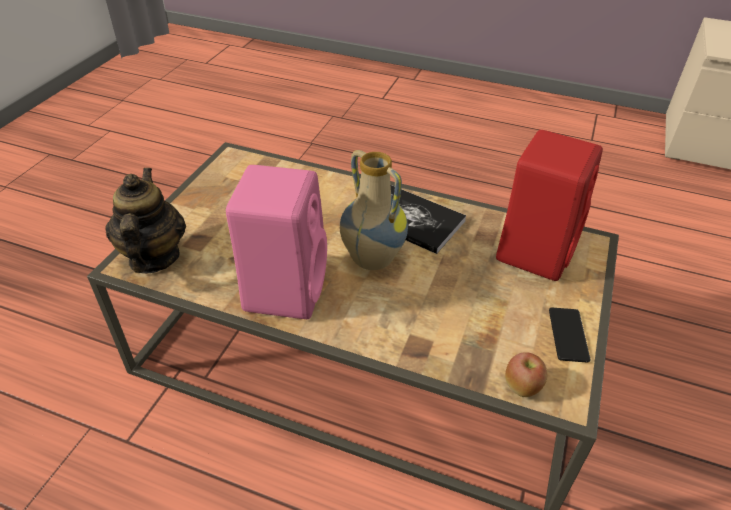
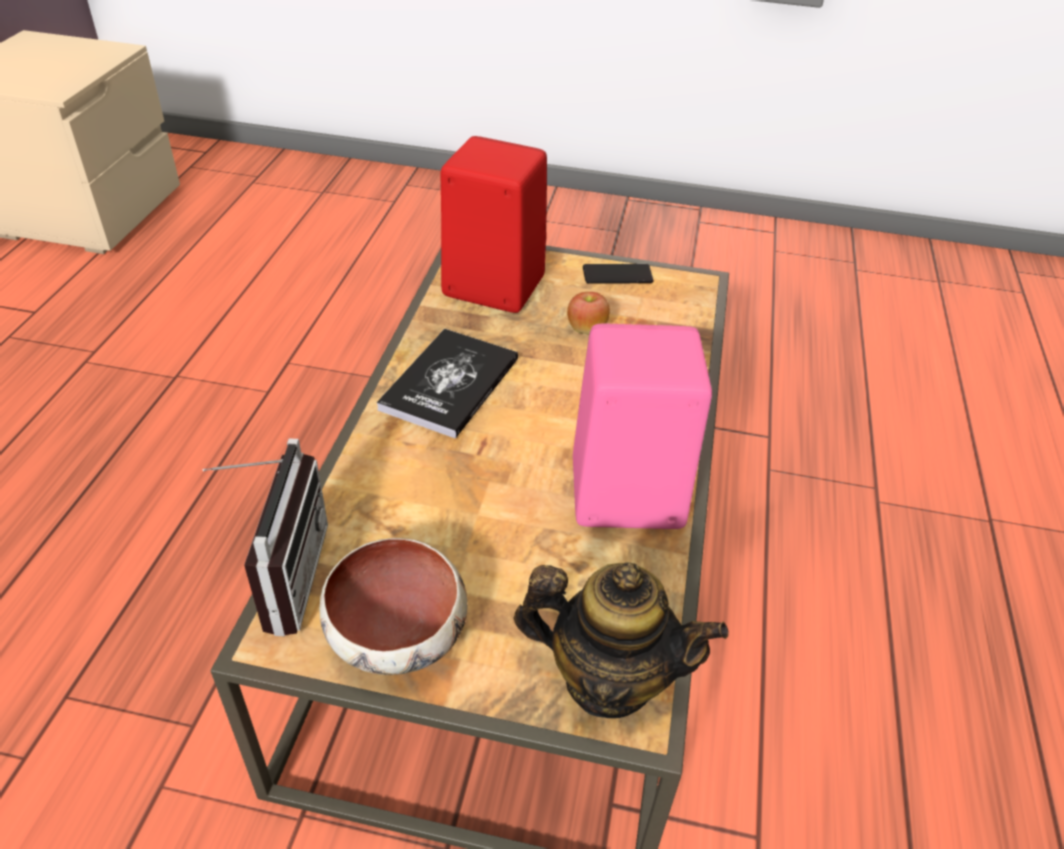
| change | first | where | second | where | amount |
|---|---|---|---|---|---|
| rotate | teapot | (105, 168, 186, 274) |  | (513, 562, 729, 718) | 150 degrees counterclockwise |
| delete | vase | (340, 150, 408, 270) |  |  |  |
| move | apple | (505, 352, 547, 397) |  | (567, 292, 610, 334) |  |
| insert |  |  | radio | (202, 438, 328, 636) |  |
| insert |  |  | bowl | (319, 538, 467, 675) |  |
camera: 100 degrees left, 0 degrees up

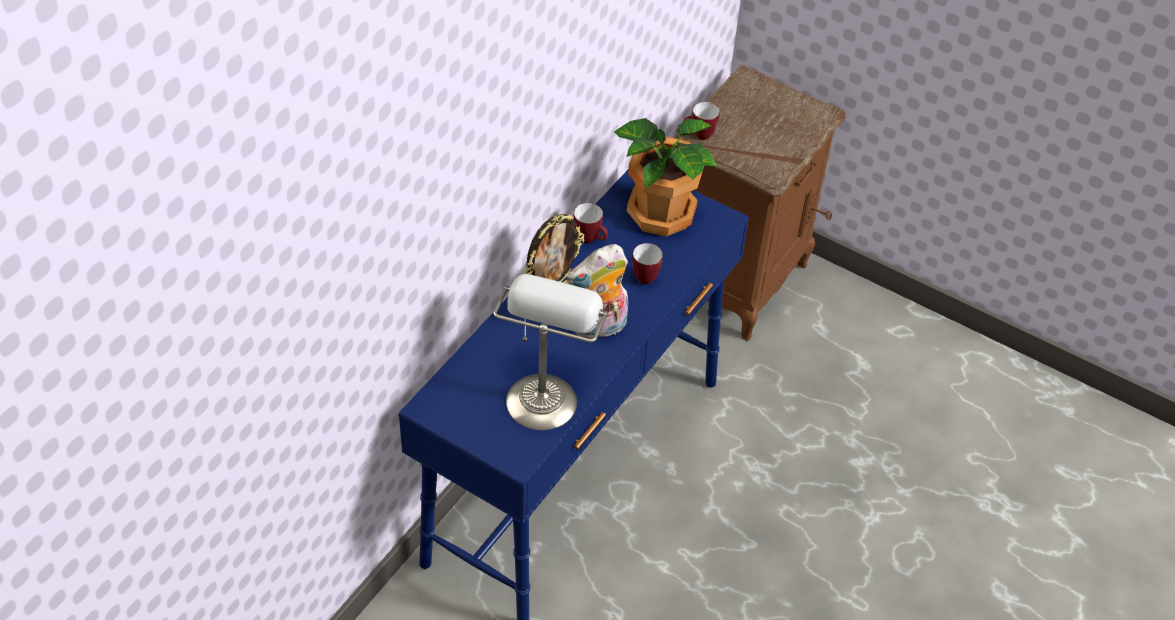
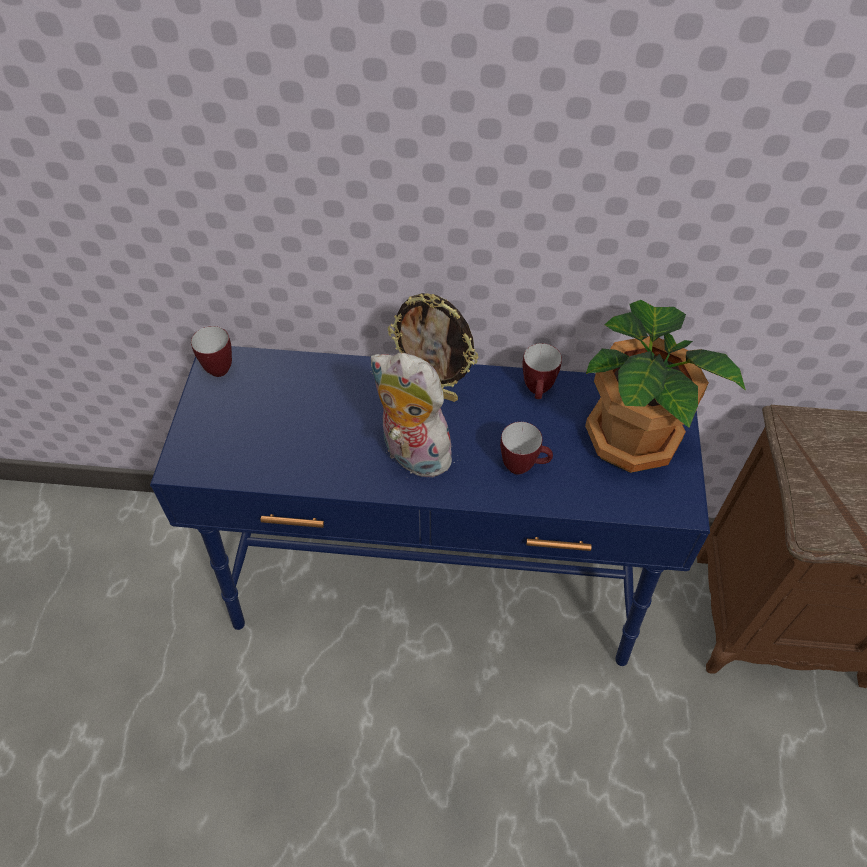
| change | first | where | second | where | amount |
|---|---|---|---|---|---|
| delete | white table lamp | (493, 274, 608, 430) |  |  |  |
| move | mug | (683, 102, 720, 140) |  | (191, 326, 232, 377) |  |
camera: 65 degrees right, 5 degrees up

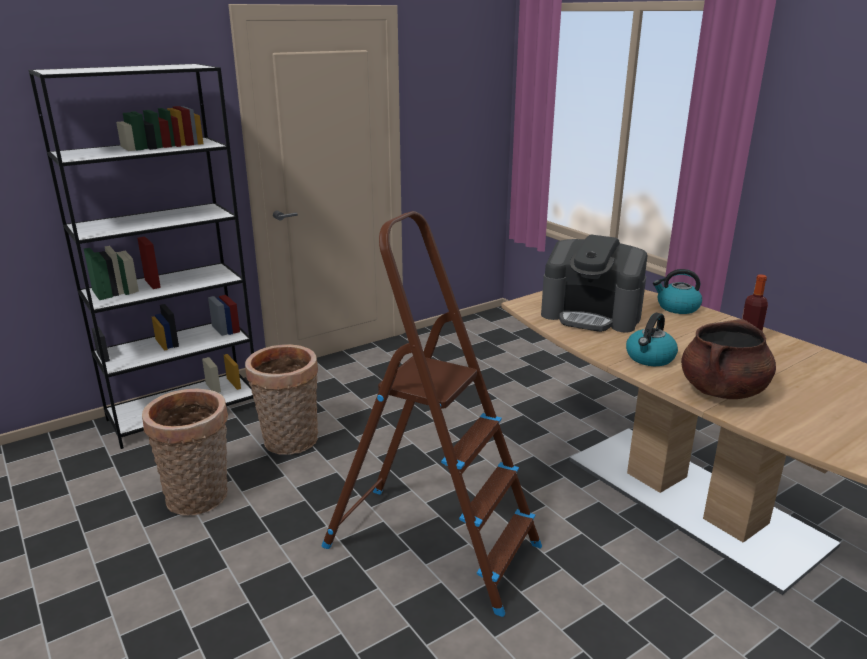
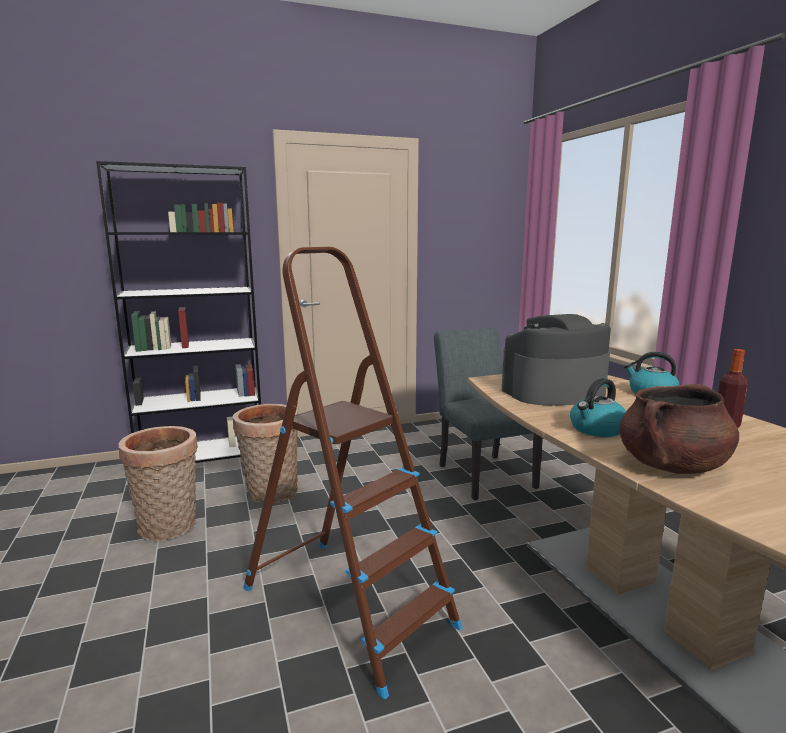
| change | first | where | second | where | amount |
|---|---|---|---|---|---|
| rotate | coffee machine | (541, 235, 648, 333) |  | (502, 314, 611, 406) | 120 degrees clockwise |
| insert |  |  | grey chair | (434, 327, 543, 500) |  |
camera: 15 degrees right, 10 degrees down

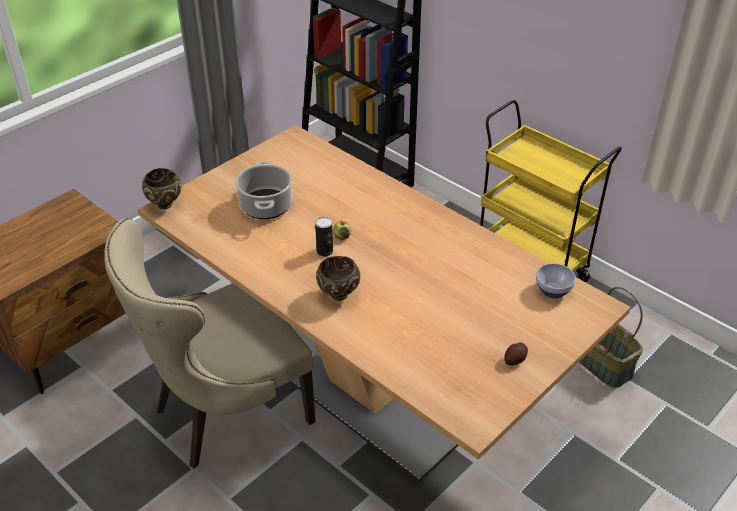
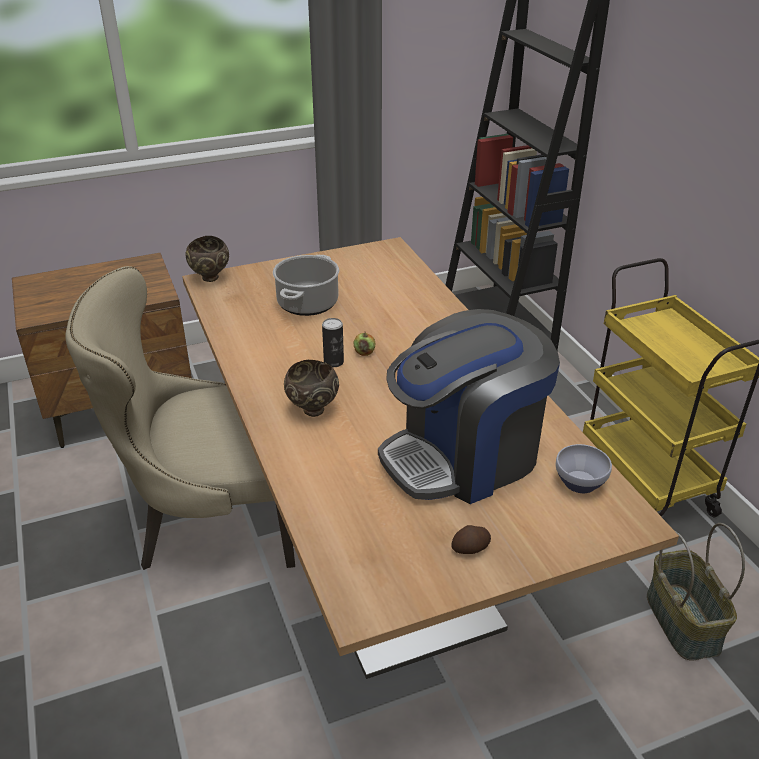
| change | first | where | second | where | amount |
|---|---|---|---|---|---|
| insert |  |  | coffee machine | (378, 309, 560, 504) |  |
camera: 25 degrees right, 5 degrees down

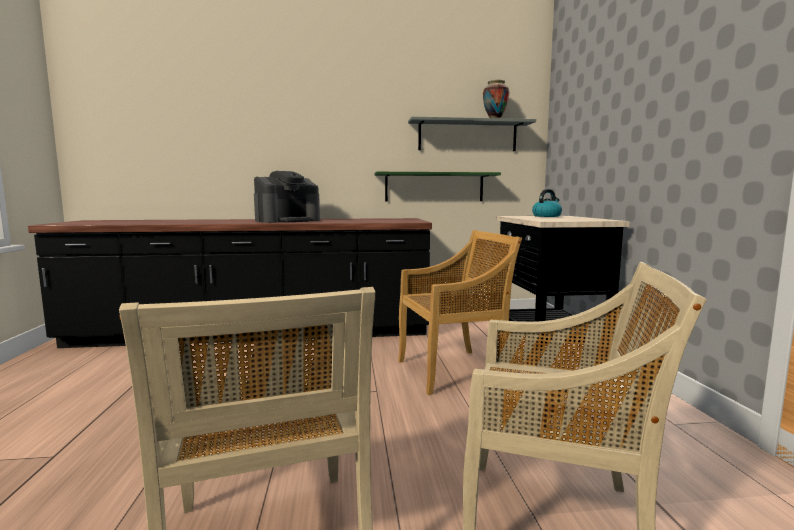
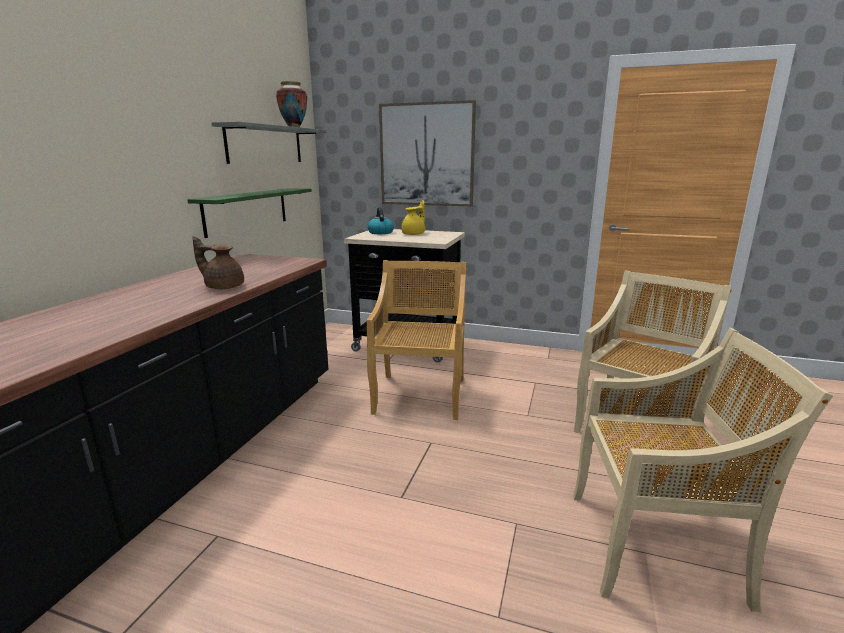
| change | first | where | second | where | amount |
|---|---|---|---|---|---|
| delete | coffee machine | (254, 171, 320, 223) |  |  |  |
| insert |  |  | brown teapot | (192, 236, 244, 289) |  |
| insert |  |  | picture | (379, 100, 476, 206) |  |
| insert |  |  | yellow teapot | (401, 200, 425, 235) |  |
camera: 65 degrees left, 10 degrees up

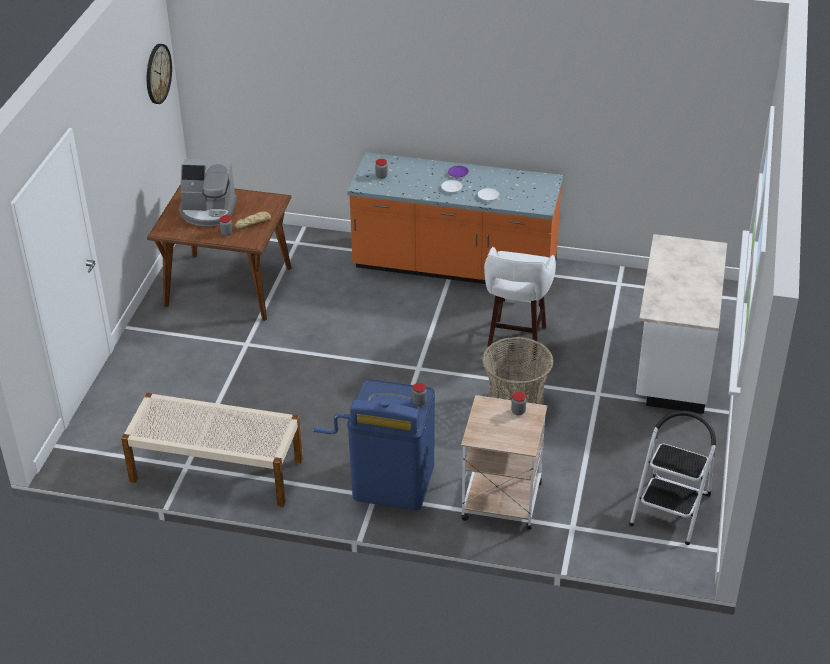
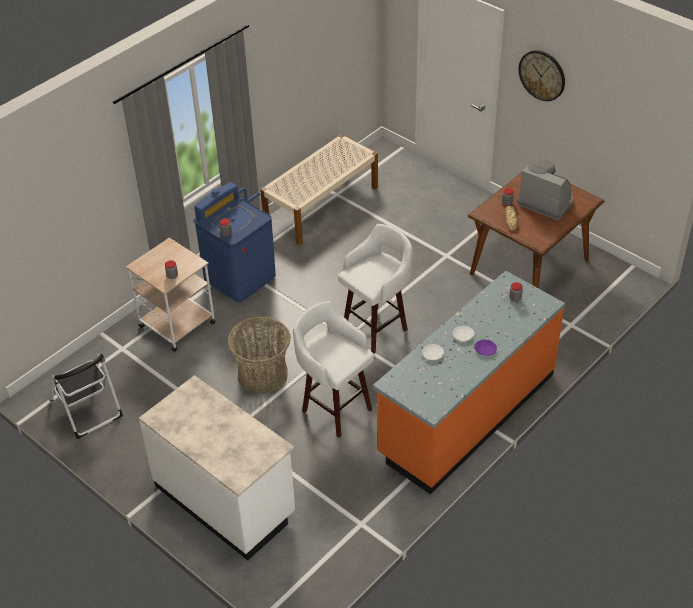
| change | first | where | second | where | amount |
|---|---|---|---|---|---|
| move | wall clock | (147, 44, 172, 104) |  | (519, 50, 565, 101) |  |
| rotate | coffee machine | (179, 159, 237, 226) |  | (518, 159, 573, 220) | 90 degrees clockwise |
| insert |  |  | white stool | (338, 224, 413, 354) |  |
camera: 120 degrees right, 5 degrees up

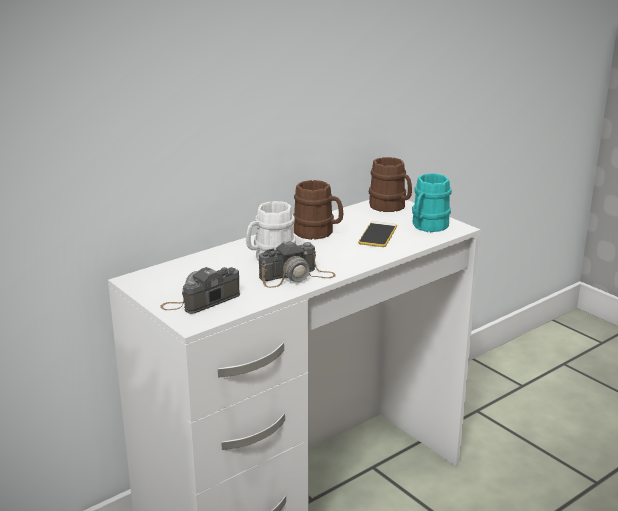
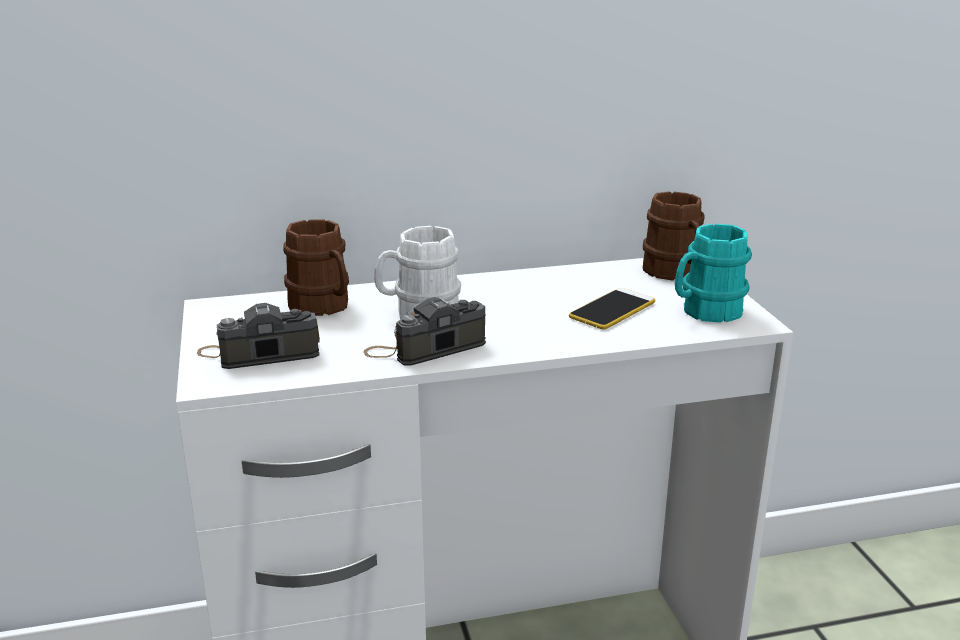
| change | first | where | second | where | amount |
|---|---|---|---|---|---|
| rotate | photo camera | (259, 240, 336, 288) |  | (363, 297, 486, 366) | 150 degrees clockwise |
| move | brown mug | (293, 180, 343, 240) |  | (283, 219, 349, 316) |  |
camera: 25 degrees right, 0 degrees up

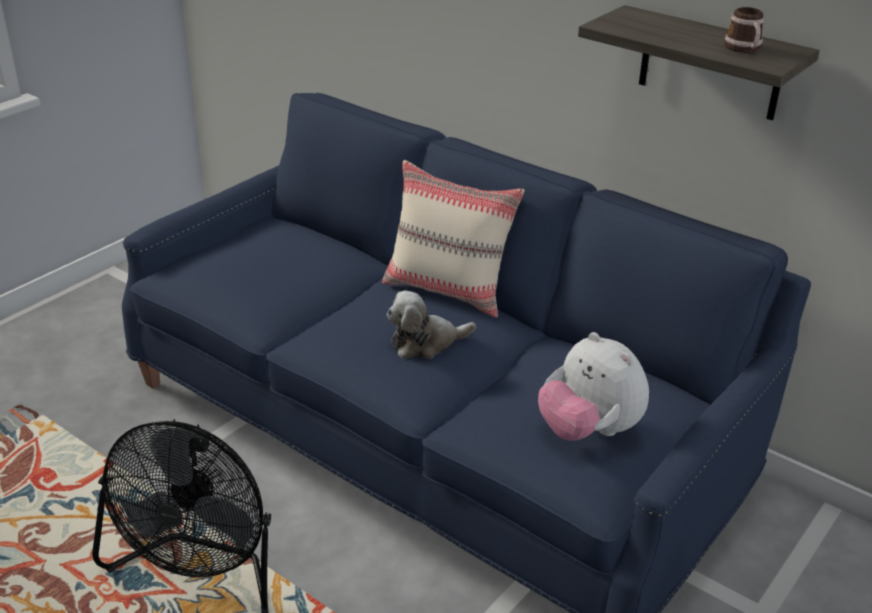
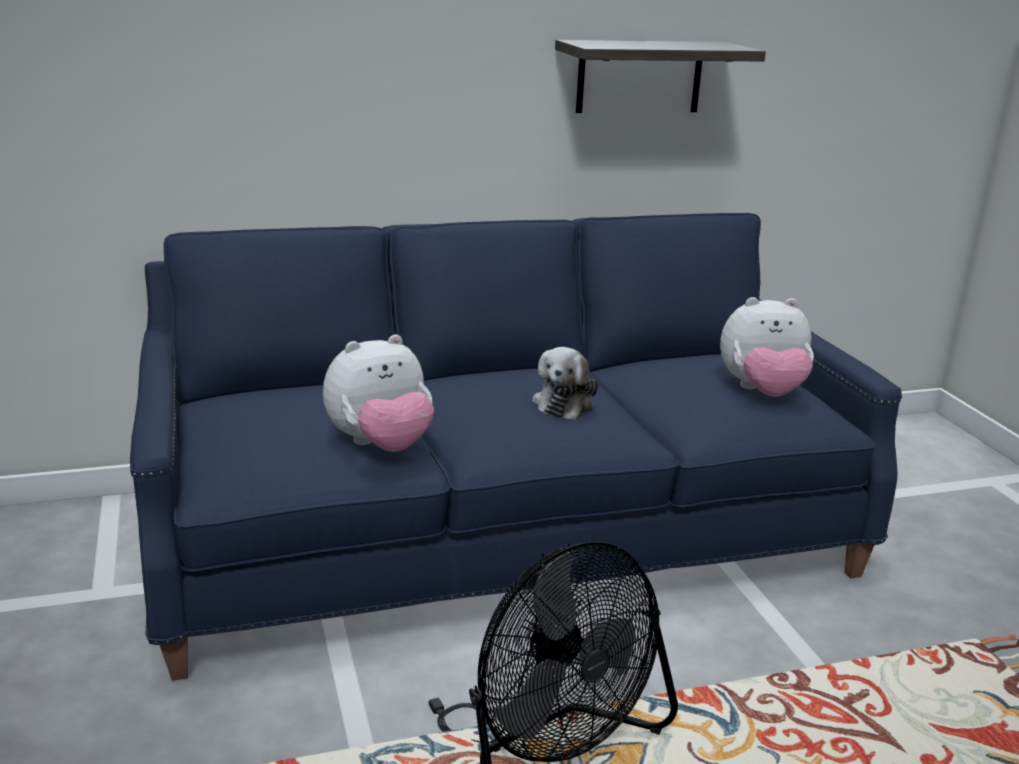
| change | first | where | second | where | amount |
|---|---|---|---|---|---|
| delete | beige pillow | (382, 160, 525, 318) |  |  |  |
| delete | mug | (724, 7, 764, 53) |  |  |  |
| insert |  |  | plush toy | (323, 335, 434, 452) |  |
camera: 55 degrees left, 10 degrees down

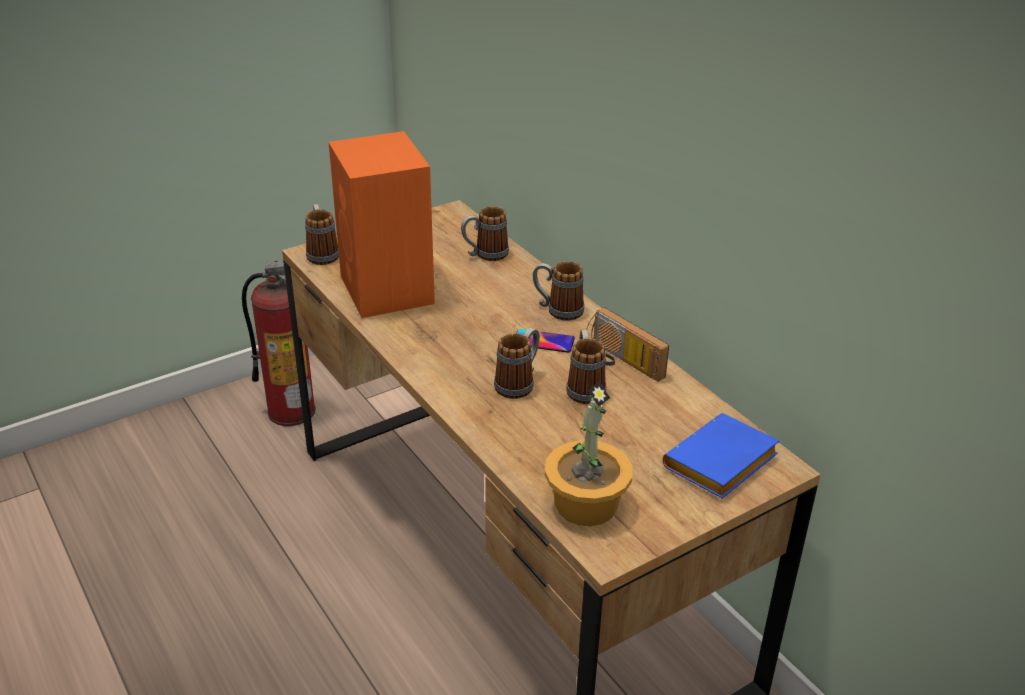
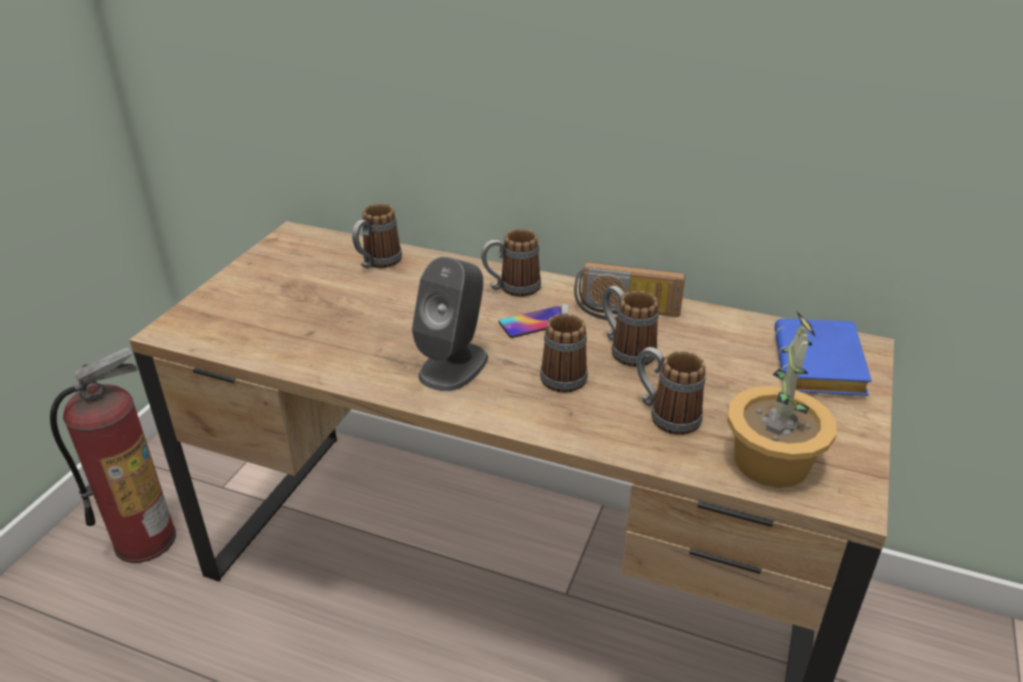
| change | first | where | second | where | amount |
|---|---|---|---|---|---|
| move | mug | (305, 204, 339, 265) |  | (637, 347, 706, 435) |  |
| delete | orange speaker | (329, 131, 435, 318) |  |  |  |
| insert |  |  | grey speaker | (412, 257, 488, 391) |  |
camera: 35 degrees left, 0 degrees up

